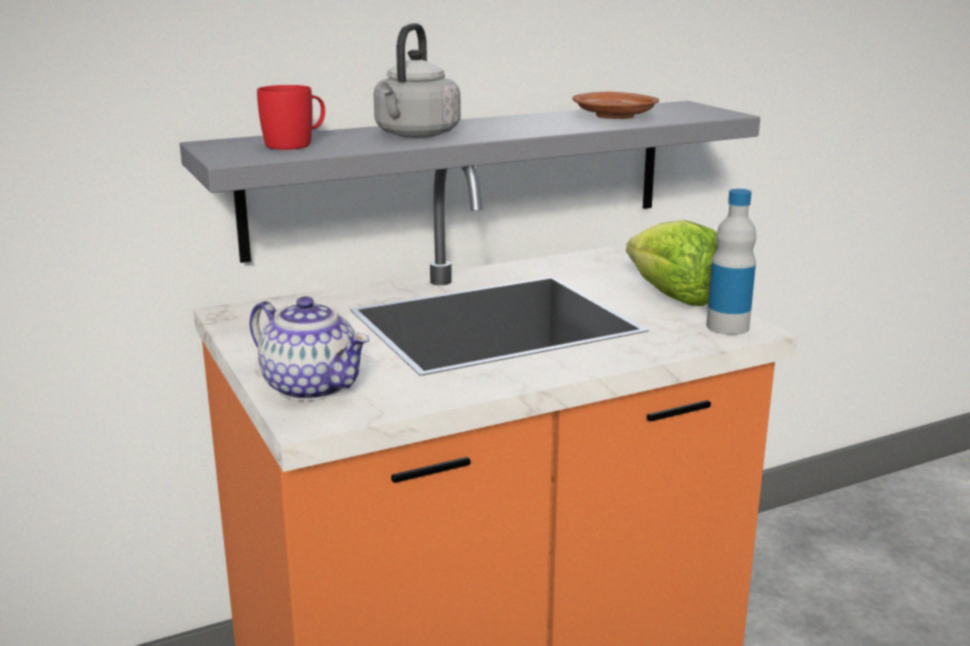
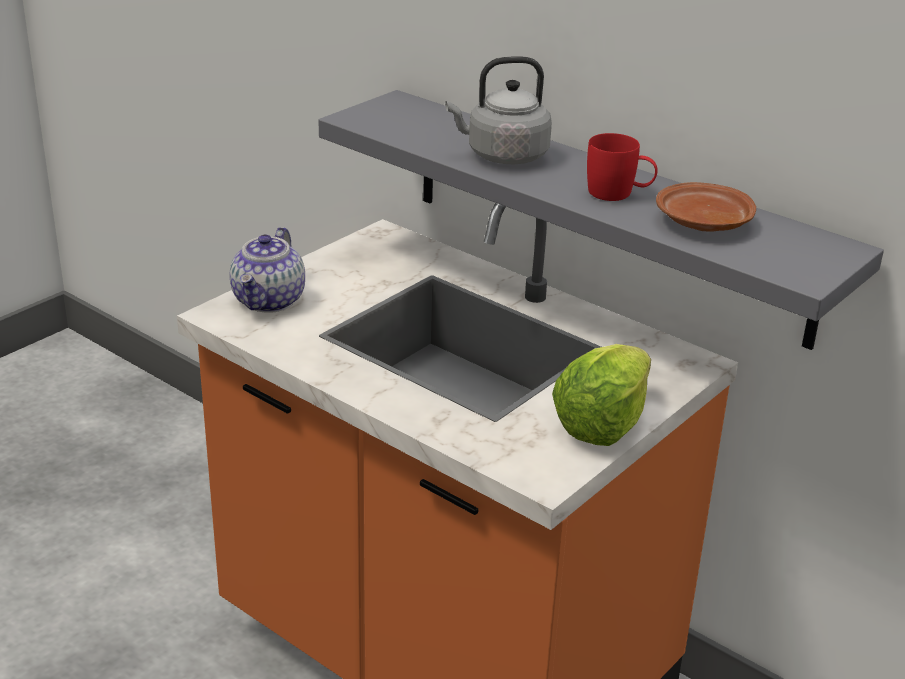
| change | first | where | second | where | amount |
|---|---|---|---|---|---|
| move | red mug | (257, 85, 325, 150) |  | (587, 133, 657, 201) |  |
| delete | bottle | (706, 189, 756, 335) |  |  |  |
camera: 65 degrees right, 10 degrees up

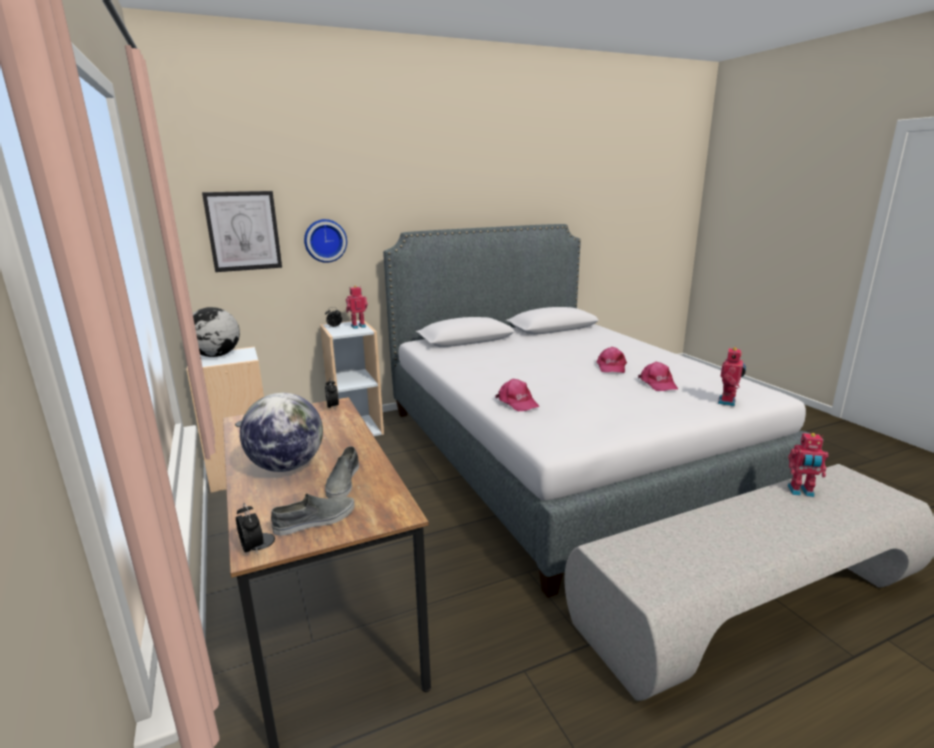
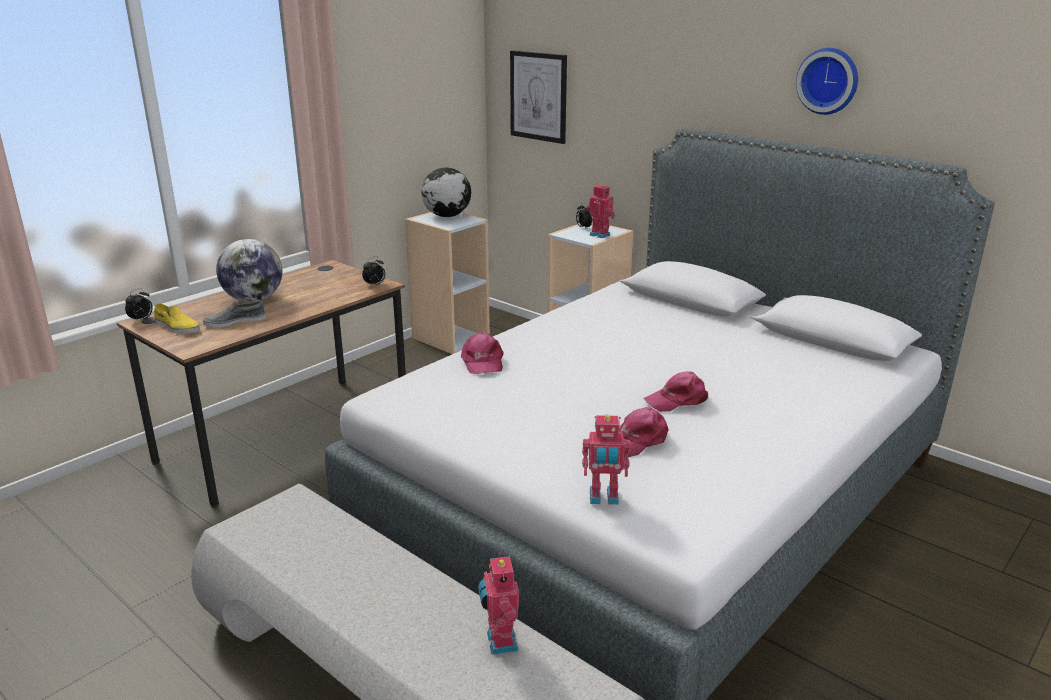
| change | first | where | second | where | amount |
|---|---|---|---|---|---|
| recolor | grey shoe | (271, 494, 355, 536) | yellow shoe | (154, 304, 200, 334) |  |
| move | wall clock | (304, 219, 347, 263) |  | (796, 48, 858, 115) |  |
| rotate | pink cap | (495, 379, 540, 411) |  | (461, 332, 504, 374) | 45 degrees counterclockwise |
camera: 65 degrees right, 5 degrees up

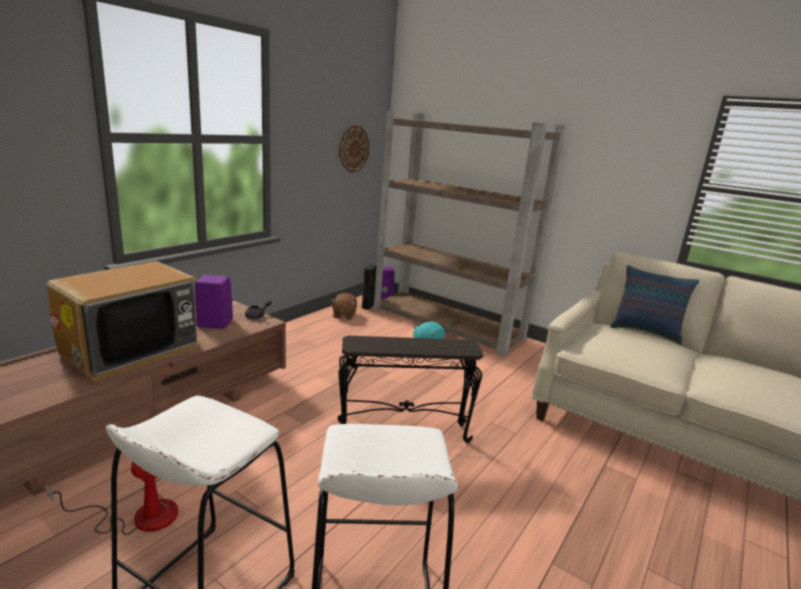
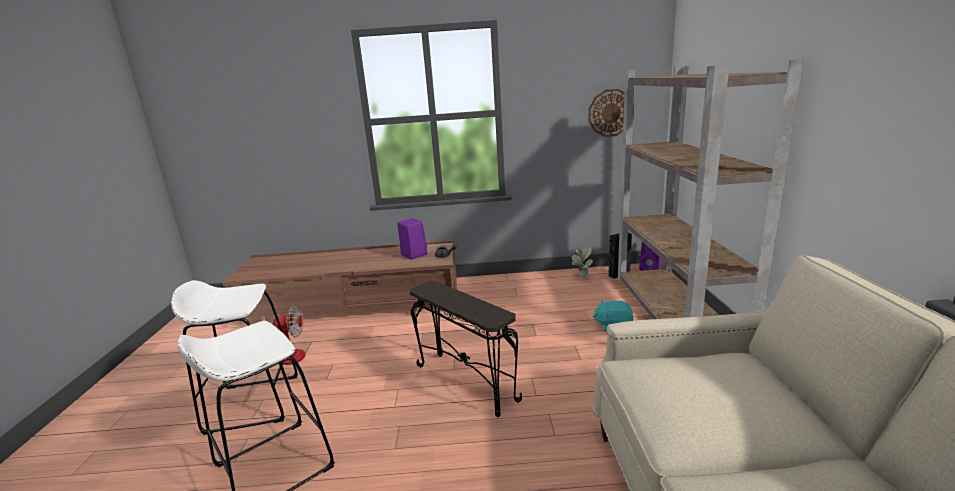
| change | first | where | second | where | amount |
|---|---|---|---|---|---|
| delete | television | (47, 261, 201, 382) |  |  |  |
| replace | brown plush toy | (331, 293, 357, 319) | potted plant | (572, 246, 593, 277) |  |
| delete | blue pillow | (610, 265, 699, 345) |  |  |  |
camera: 55 degrees right, 0 degrees up

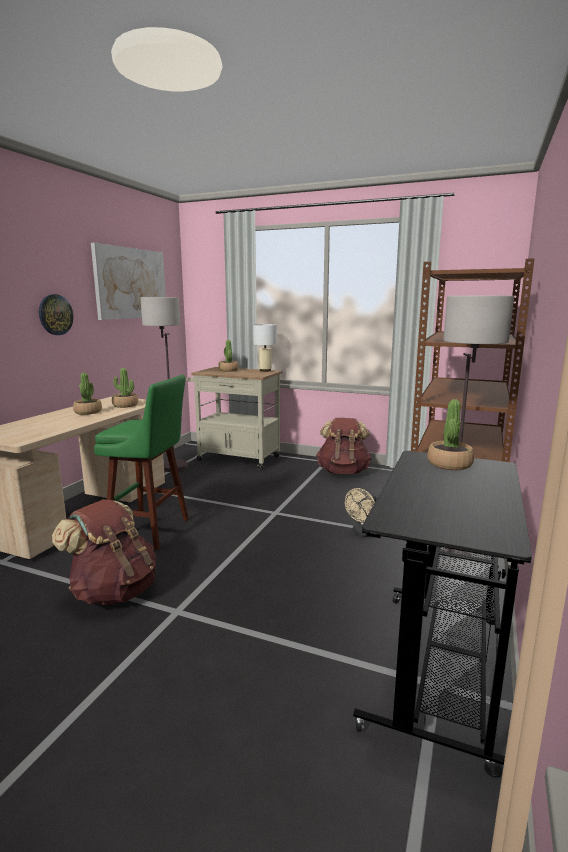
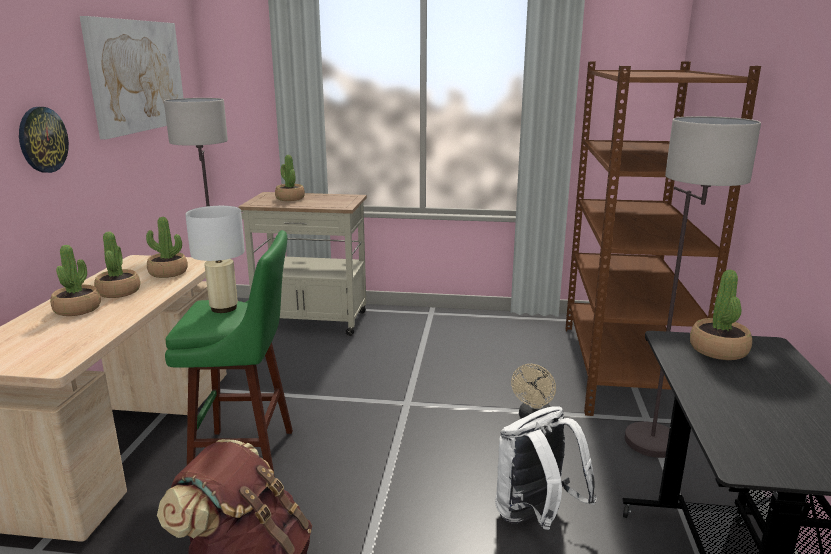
| change | first | where | second | where | amount |
|---|---|---|---|---|---|
| move | white table lamp | (253, 324, 277, 372) |  | (185, 206, 245, 313) |  |
| delete | brown backpack | (316, 418, 372, 474) |  |  |  |
| insert |  |  | potted plant | (50, 245, 101, 316) |  |
| insert |  |  | white backpack | (495, 406, 597, 530) |  |
camera: 15 degrees left, 5 degrees up

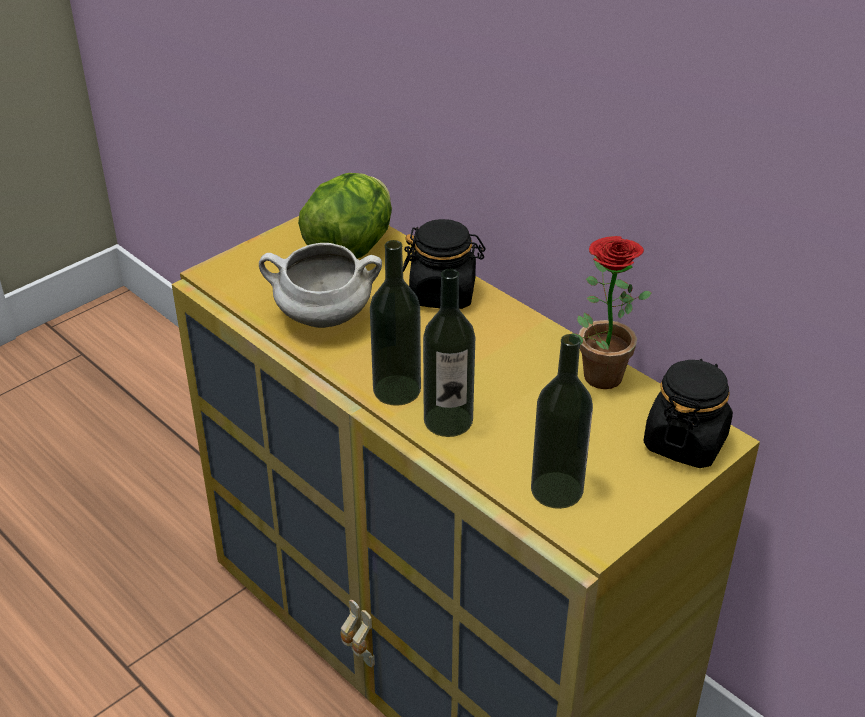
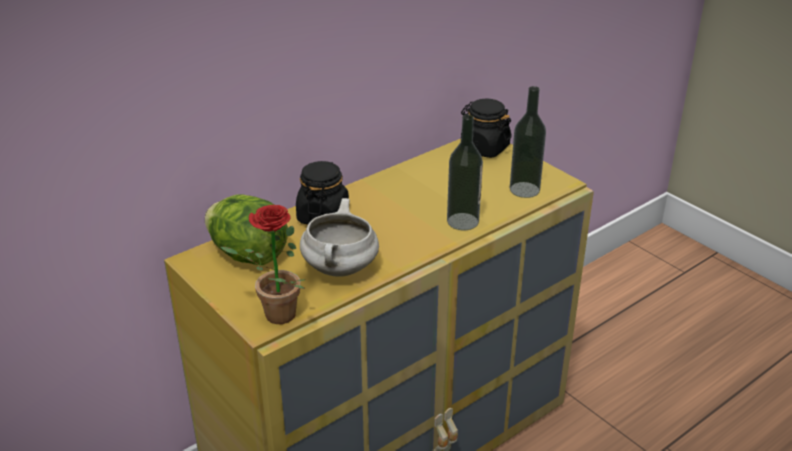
| change | first | where | second | where | amount |
|---|---|---|---|---|---|
| delete | bottle | (370, 240, 421, 406) |  |  |  |
| move | potted plant | (572, 236, 652, 389) |  | (221, 205, 305, 324) |  |
camera: 85 degrees left, 5 degrees down

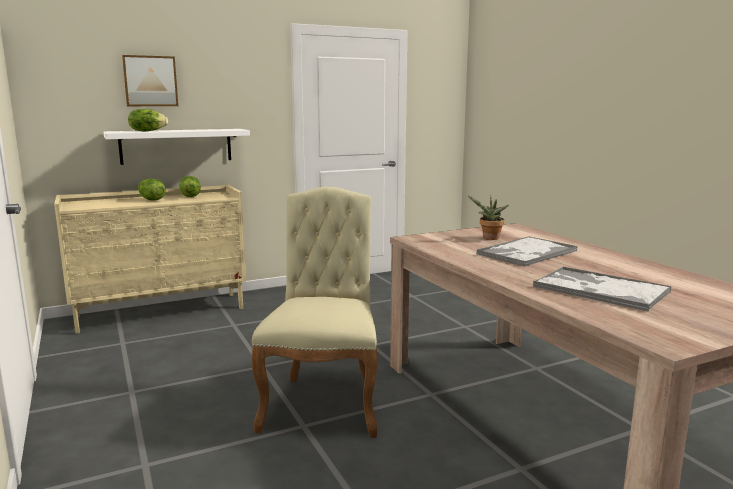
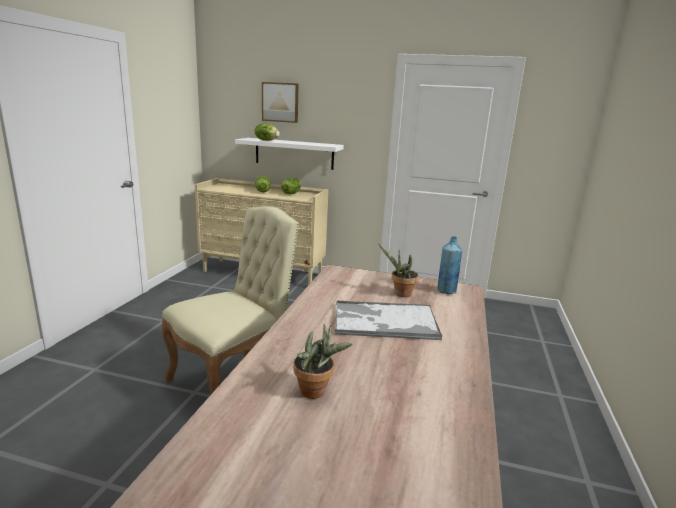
| change | first | where | second | where | amount |
|---|---|---|---|---|---|
| replace | tray | (533, 266, 671, 312) | potted plant | (293, 324, 352, 399) |  |
| insert |  |  | blue bottle | (437, 236, 462, 294) |  |
camera: 40 degrees right, 5 degrees up

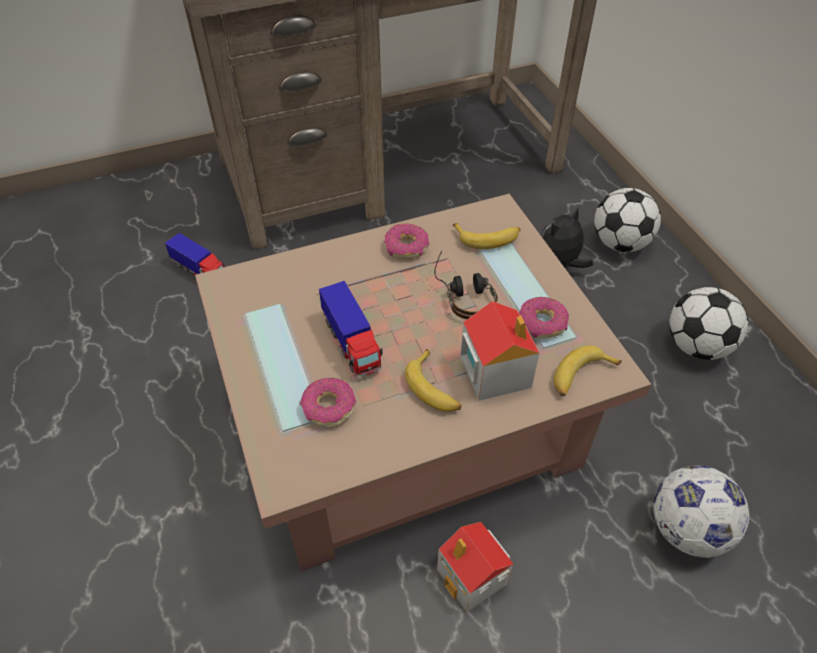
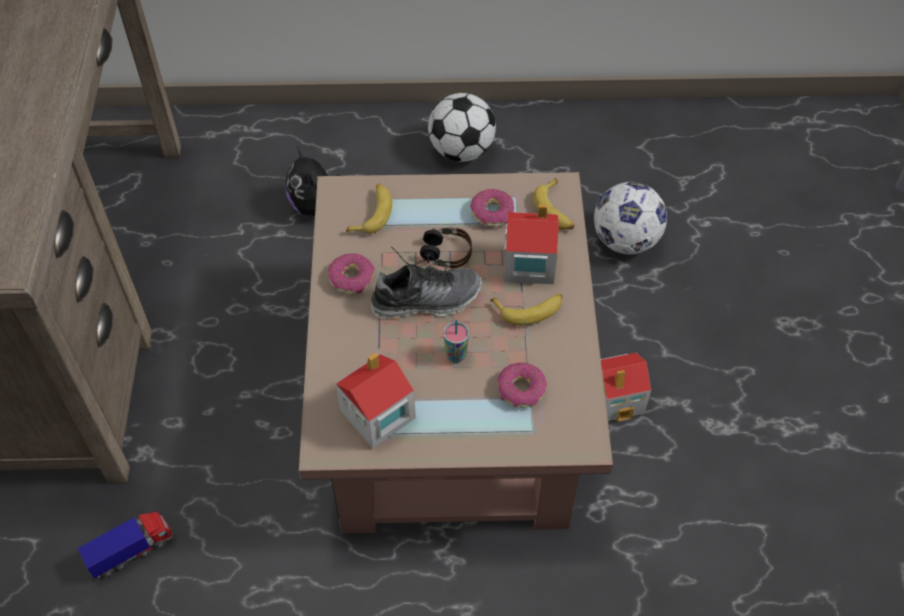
| change | first | where | second | where | amount |
|---|---|---|---|---|---|
| replace | toy truck | (319, 281, 383, 378) | cup | (443, 320, 469, 363) |  |
| delete | football | (594, 188, 661, 252) |  |  |  |
| insert |  |  | toy house | (336, 352, 416, 449) |  |
| insert |  |  | shoe | (371, 264, 482, 319) |  |
camera: 70 degrees left, 5 degrees up

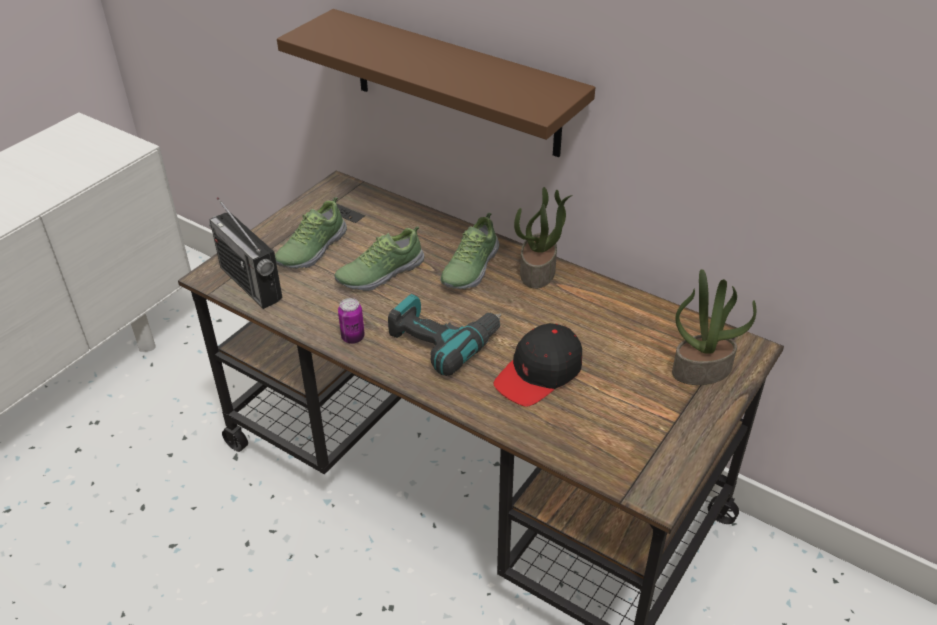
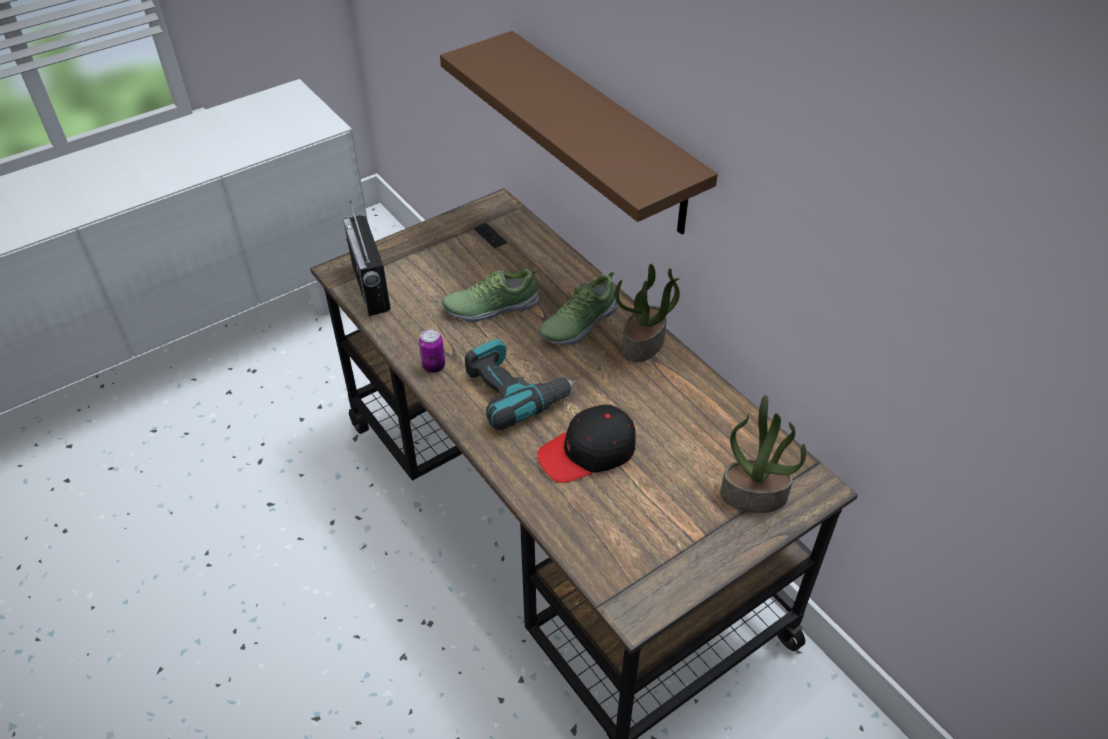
| change | first | where | second | where | amount |
|---|---|---|---|---|---|
| delete | shoe | (275, 197, 347, 269) |  |  |  |
camera: 20 degrees right, 5 degrees up

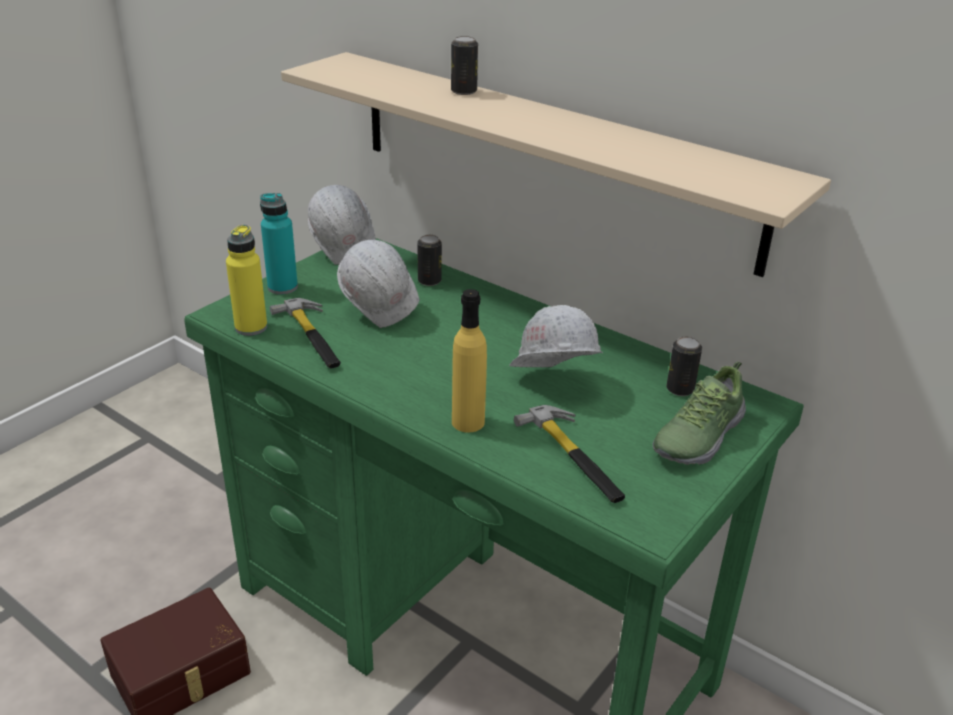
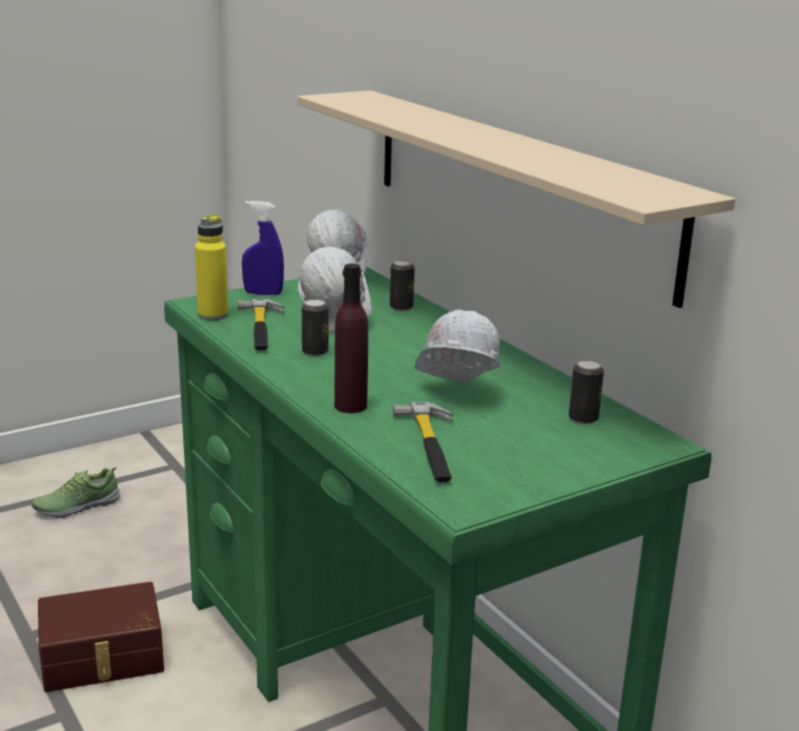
| change | first | where | second | where | amount |
|---|---|---|---|---|---|
| replace | turquoise bottle | (260, 193, 298, 295) | blue spray bottle | (242, 201, 284, 295) |  |
| move | can | (451, 36, 478, 95) |  | (302, 299, 328, 356) |  |
| recolor | yellow bottle | (452, 289, 487, 433) | purple bottle | (334, 264, 368, 413) |  |
| move | shoe | (653, 361, 746, 465) |  | (31, 467, 120, 518) |  |
camera: 20 degrees right, 10 degrees down

